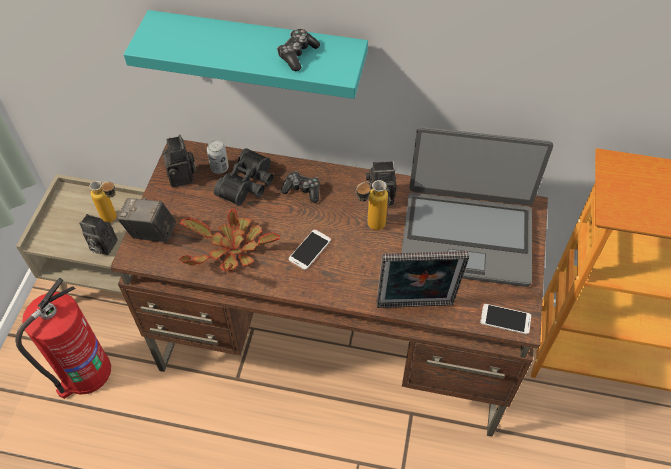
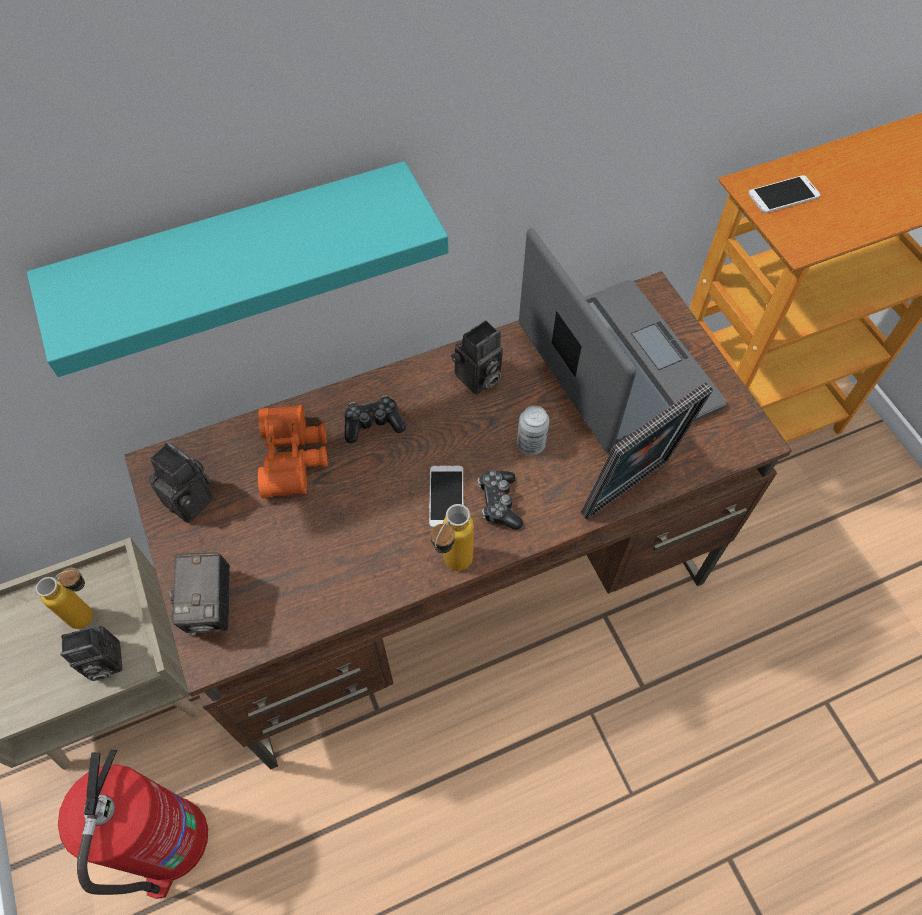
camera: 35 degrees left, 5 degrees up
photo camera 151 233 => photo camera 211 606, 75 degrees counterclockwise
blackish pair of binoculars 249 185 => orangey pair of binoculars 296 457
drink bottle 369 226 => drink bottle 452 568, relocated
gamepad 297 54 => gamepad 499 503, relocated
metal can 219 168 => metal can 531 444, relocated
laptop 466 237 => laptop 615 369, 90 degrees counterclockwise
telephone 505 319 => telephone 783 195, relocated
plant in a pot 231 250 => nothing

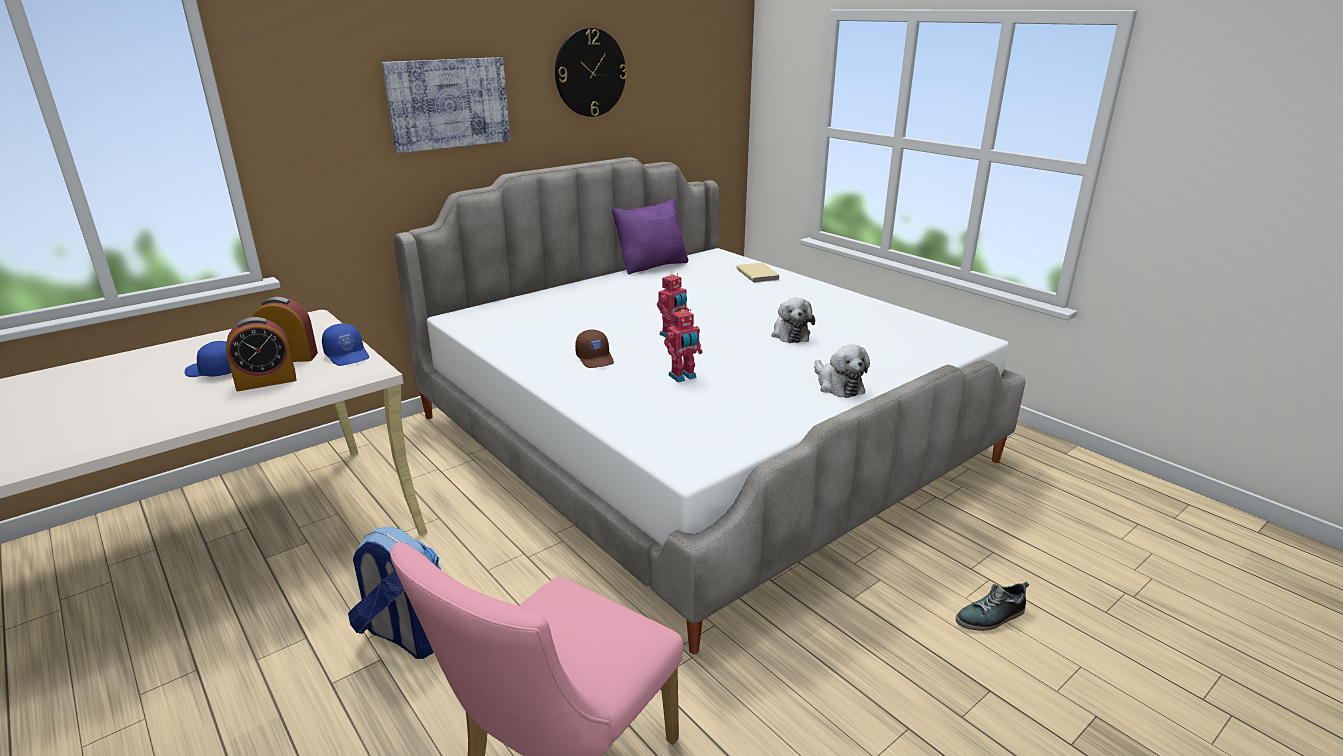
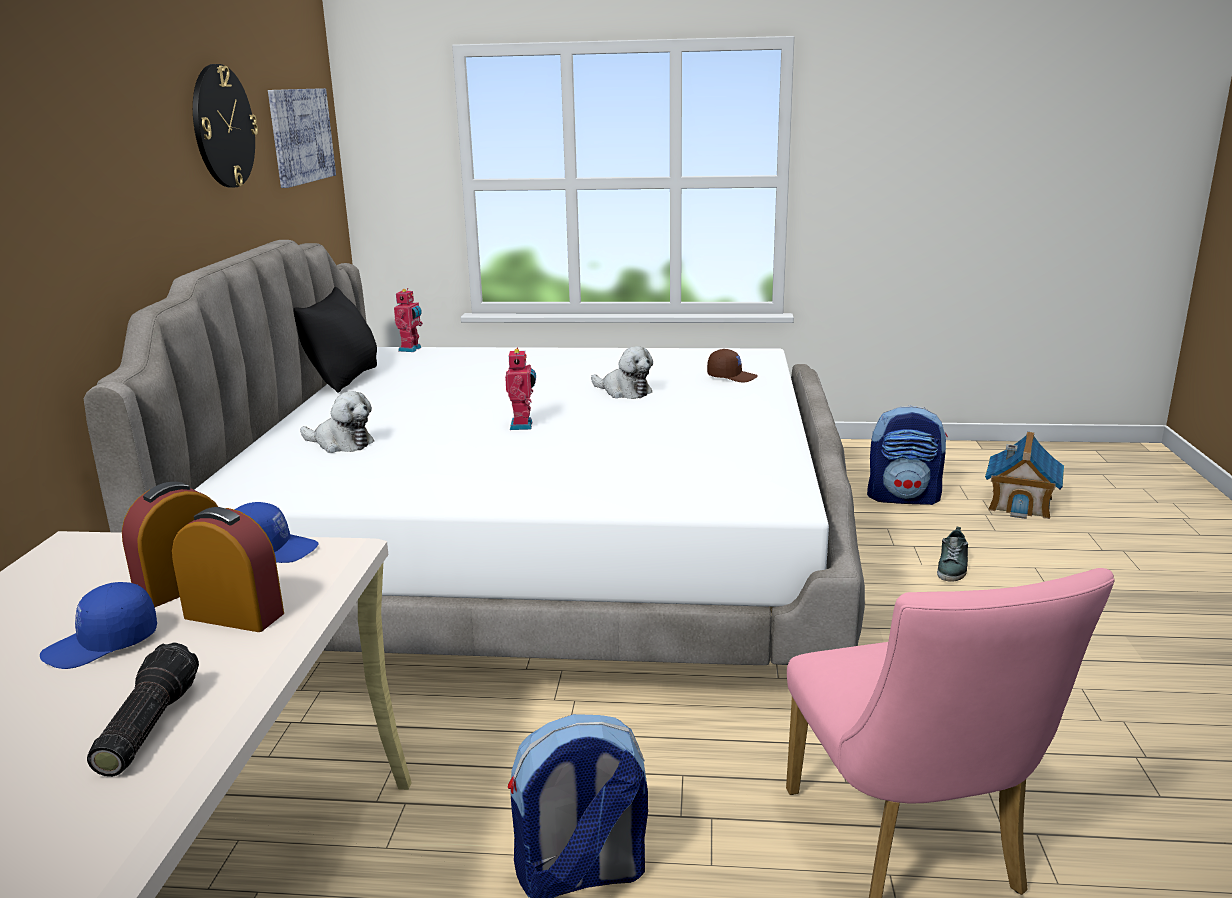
camera: 45 degrees left, 5 degrees down
nothing => torch 146 726
bedside clock 266 381 => bedside clock 234 615, 90 degrees counterclockwise
wall art 448 103 => wall art 301 136, relocated
purple pillow 652 266 => blackish pillow 344 379
cuddly toy 838 385 => cuddly toy 341 444, relocated
robot figure 683 377 => robot figure 411 349, relocated
brownish cap 595 358 => brownish cap 732 377, relocated
nothing => backpack 904 497
nothing => model house 1020 503
beige volume 758 274 => nothing

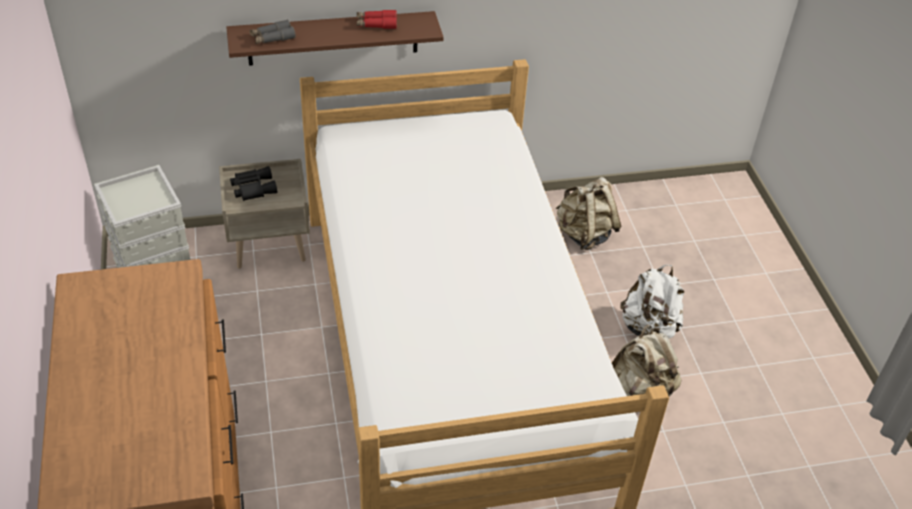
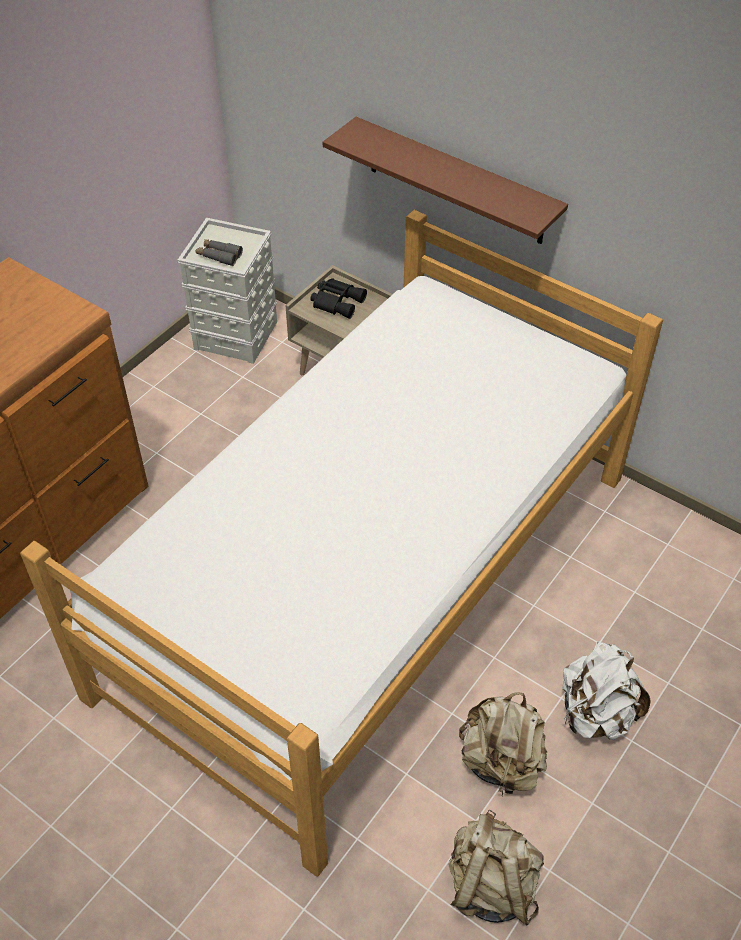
camera: 50 degrees right, 5 degrees up
grey pair of binoculars 272 38 => grey pair of binoculars 219 256, relocated
beige backpack 584 234 => beige backpack 491 884, relocated
red-coloured pair of binoculars 376 24 => nothing

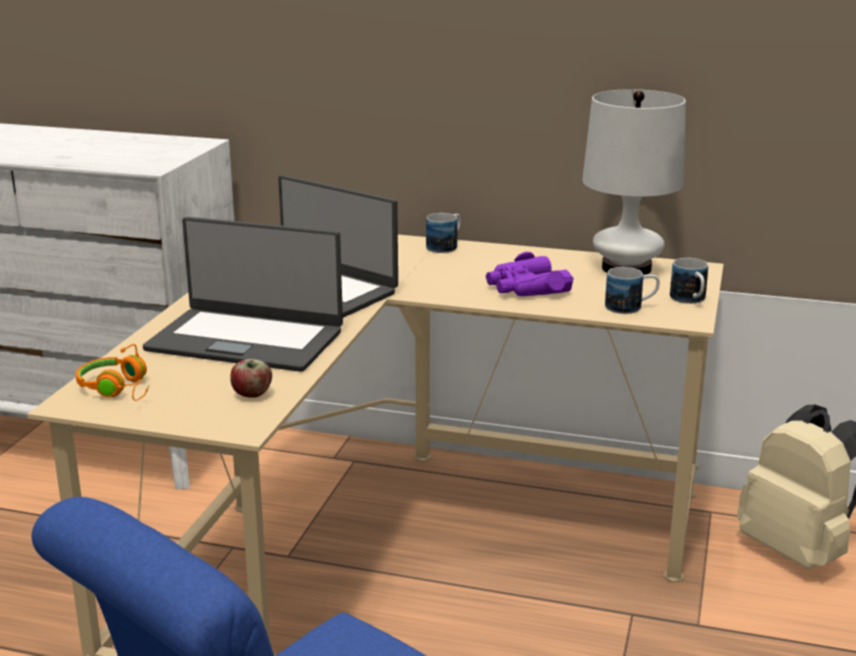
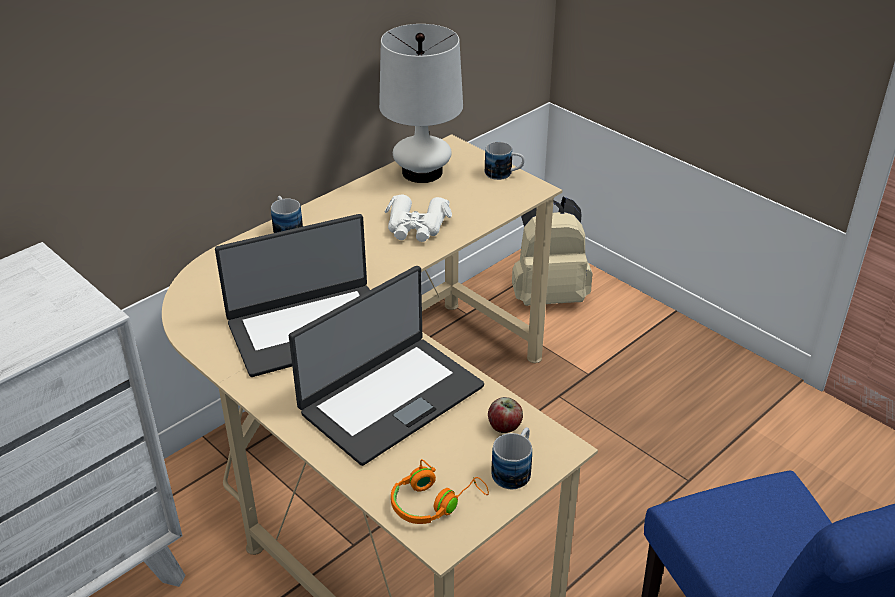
camera: 60 degrees left, 15 degrees up
purple pair of binoculars 526 288 => white pair of binoculars 416 227
mug 631 307 => mug 515 469, relocated

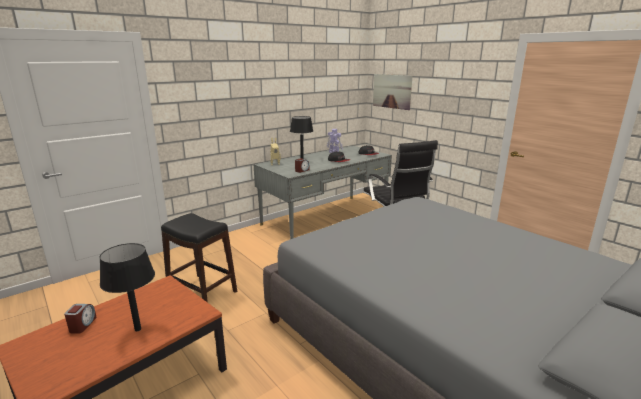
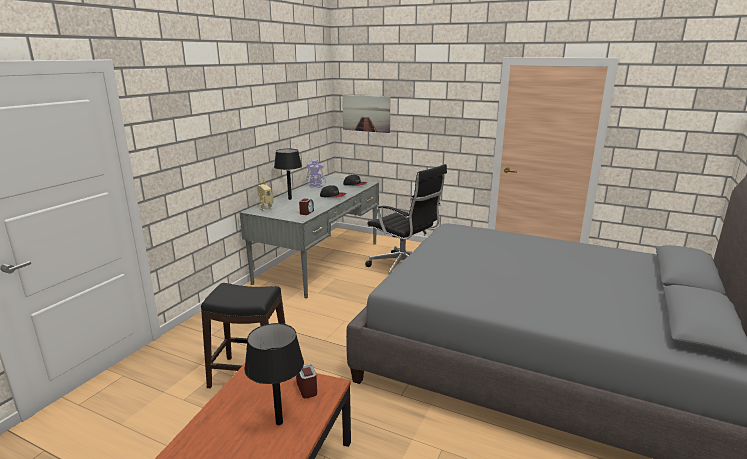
camera: 25 degrees left, 0 degrees up
bedside clock 82 325 => bedside clock 307 388, relocated

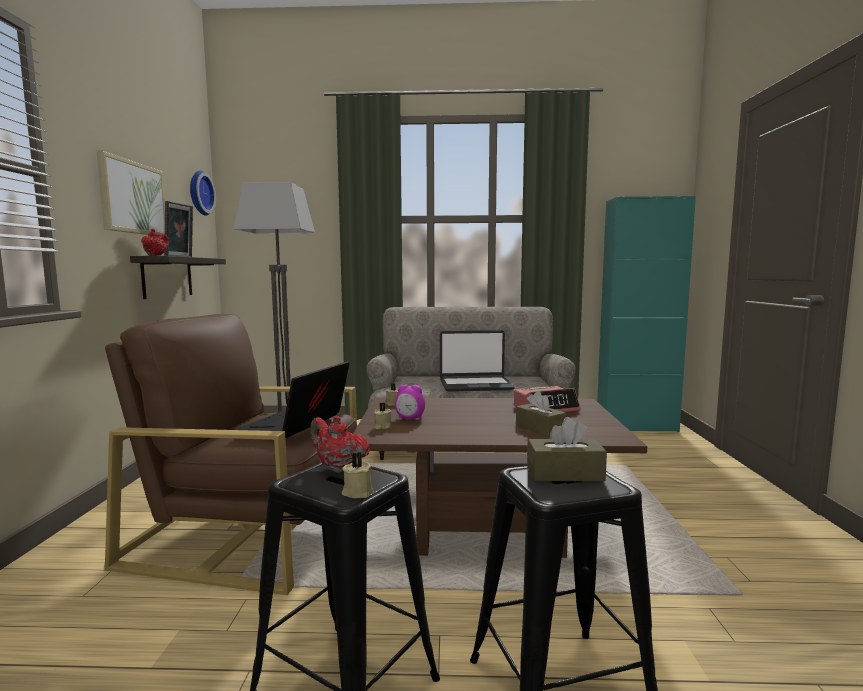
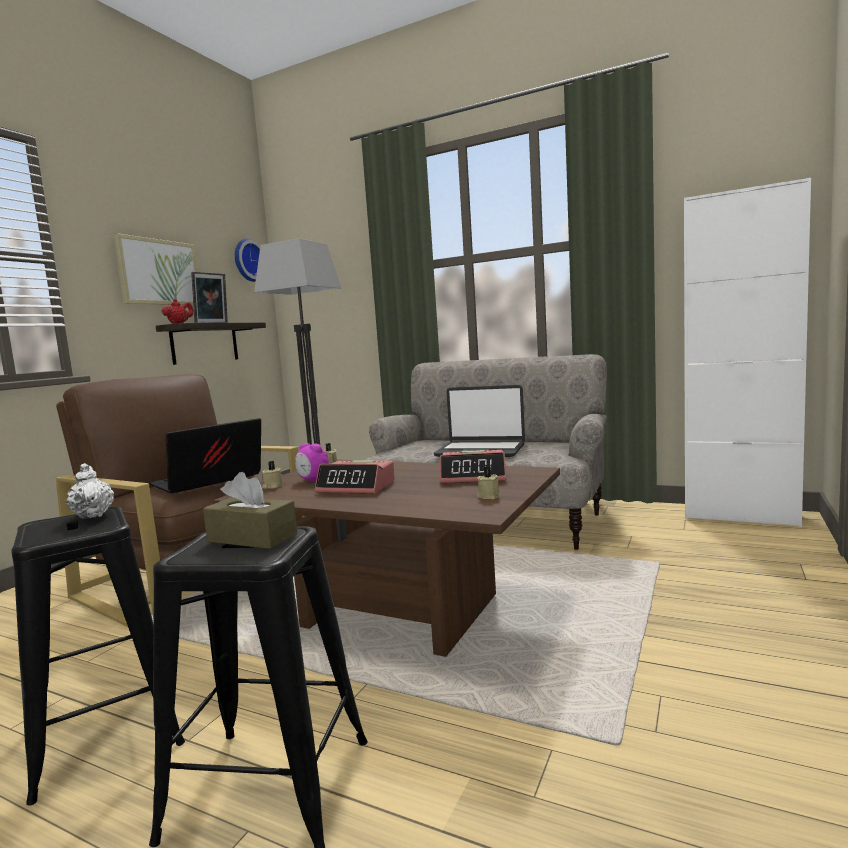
camera: 25 degrees right, 0 degrees up
red-coloured pot for tea 338 468 => white pot for tea 93 515
nothing => bedside clock 356 487
beige candle 357 492 => beige candle 489 496, relocated
blue-green cupboard 636 427 => white cupboard 740 516
brownish box of tissues 539 428 => nothing

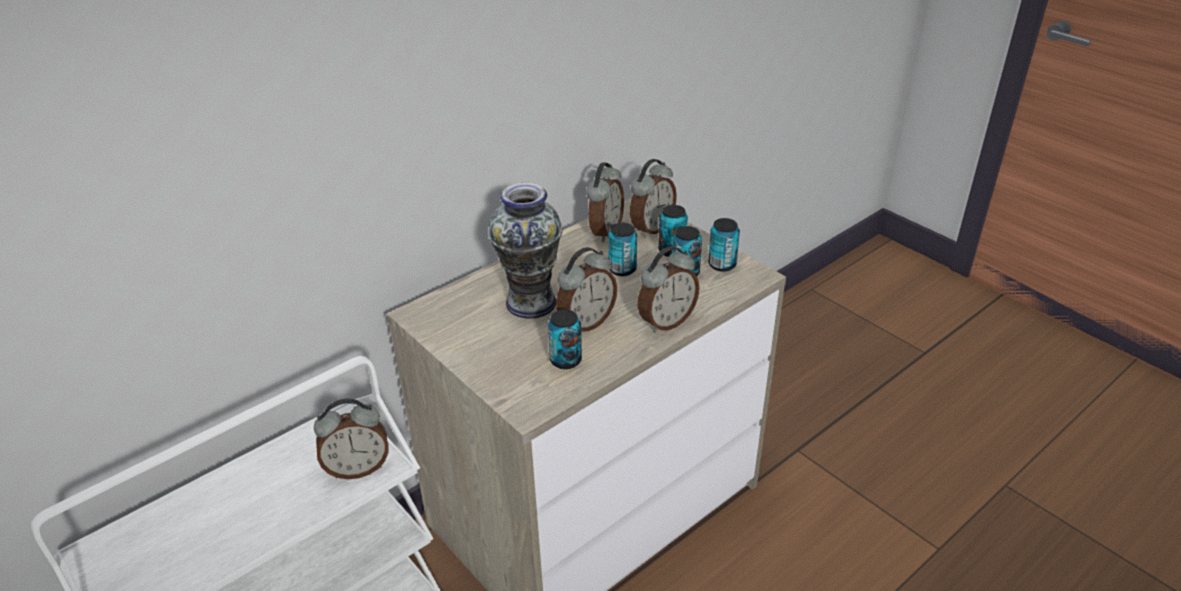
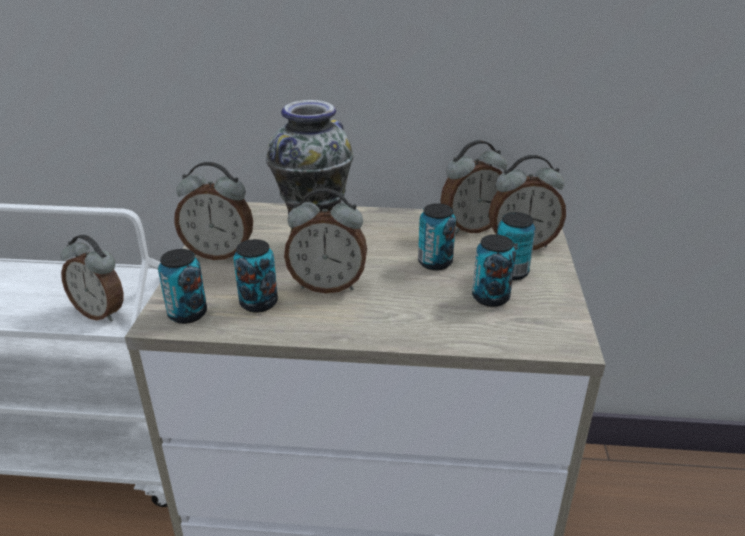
camera: 45 degrees right, 5 degrees down
metal can 722 264 => metal can 187 314, relocated
bedside clock 666 321 => bedside clock 219 253, relocated

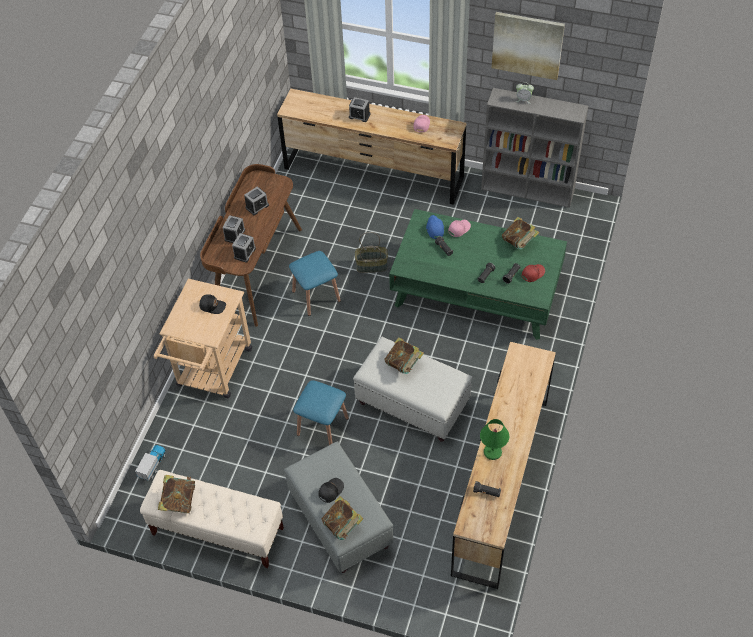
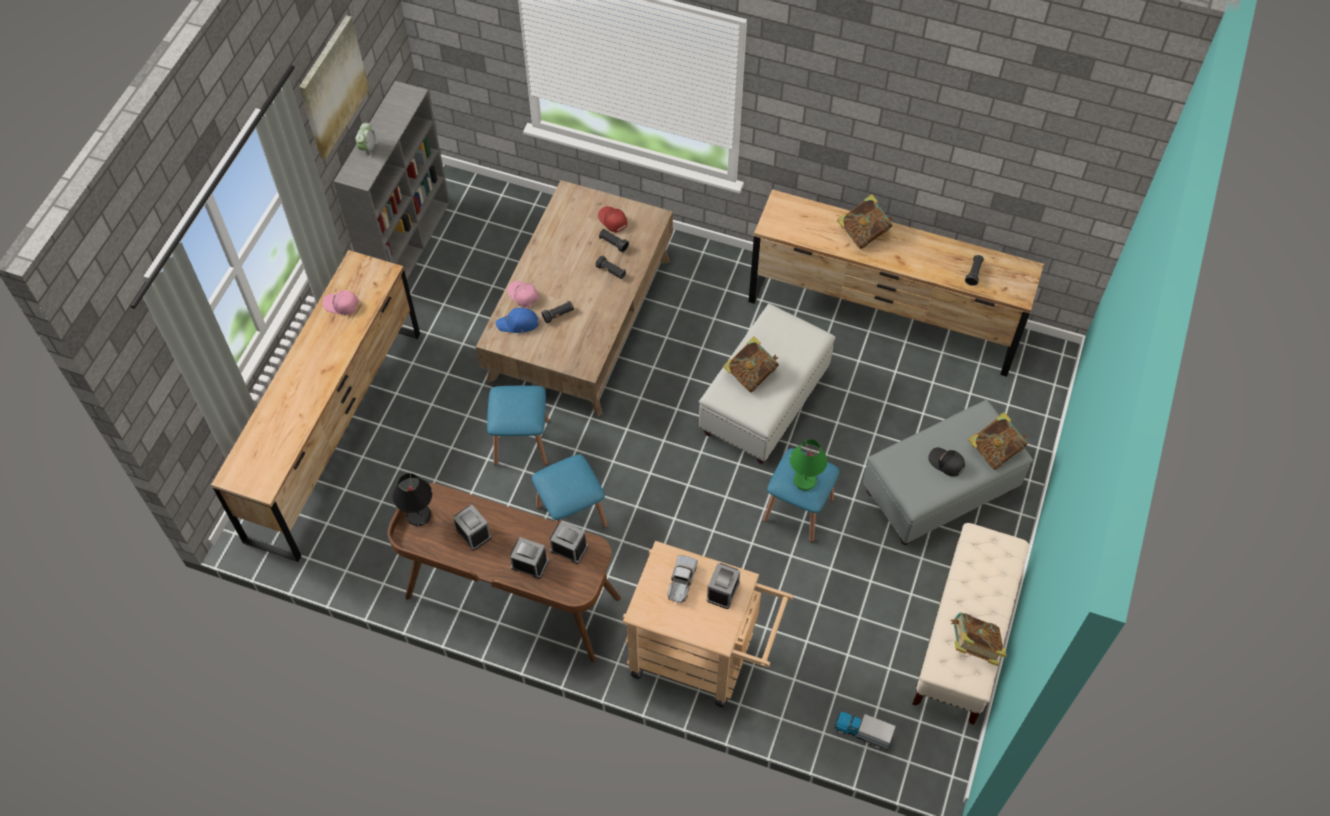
camera: 90 degrees left, 5 degrees up
nothing => blackish table lamp 418 516
greenish low table 476 289 => brownish low table 580 319
household basket 372 265 => blue-coloured sitting stool 521 442
blackish cap 212 306 => toy truck 681 582
bedside clock 359 115 => bedside clock 723 591, relocated
greenish table lamp 493 452 => greenish table lamp 805 480, relocated
volume 519 242 => volume 863 233, relocated

